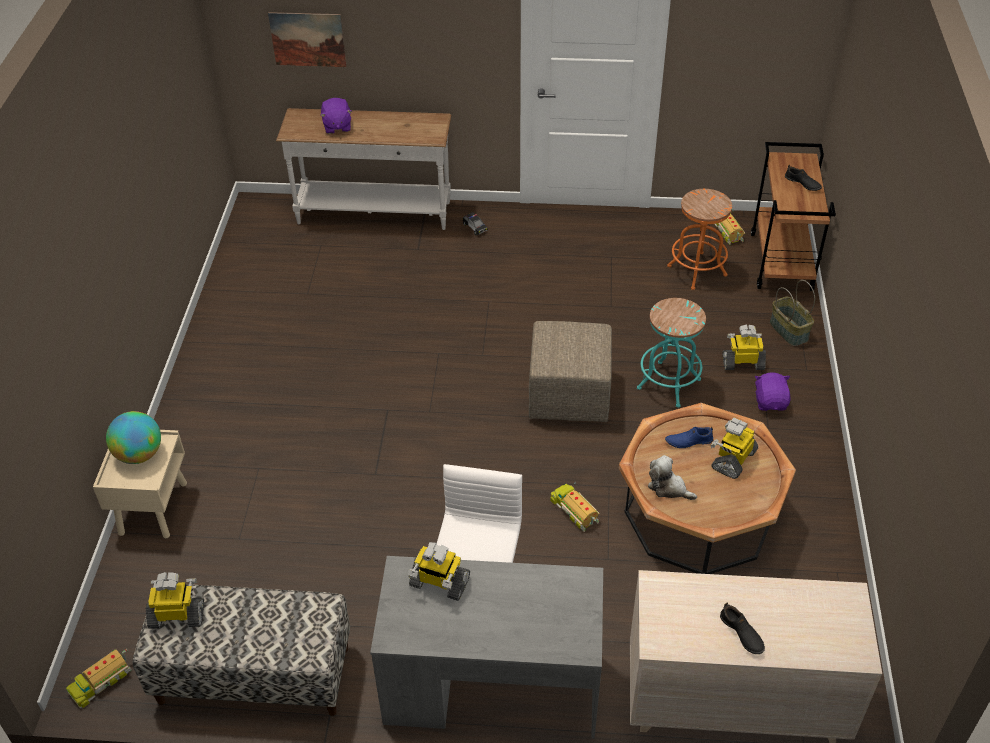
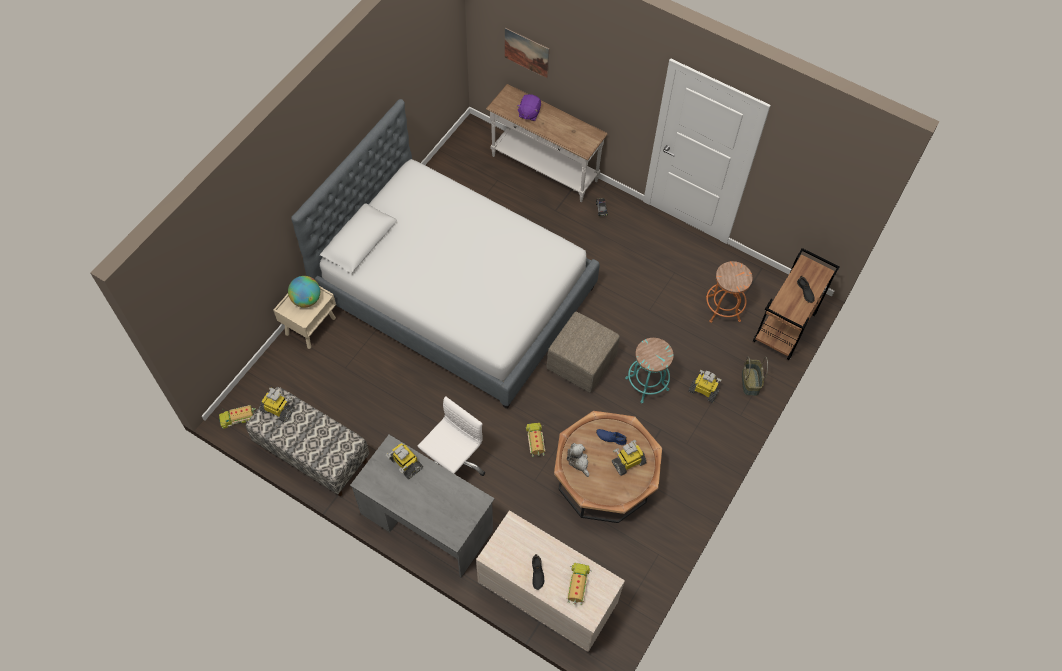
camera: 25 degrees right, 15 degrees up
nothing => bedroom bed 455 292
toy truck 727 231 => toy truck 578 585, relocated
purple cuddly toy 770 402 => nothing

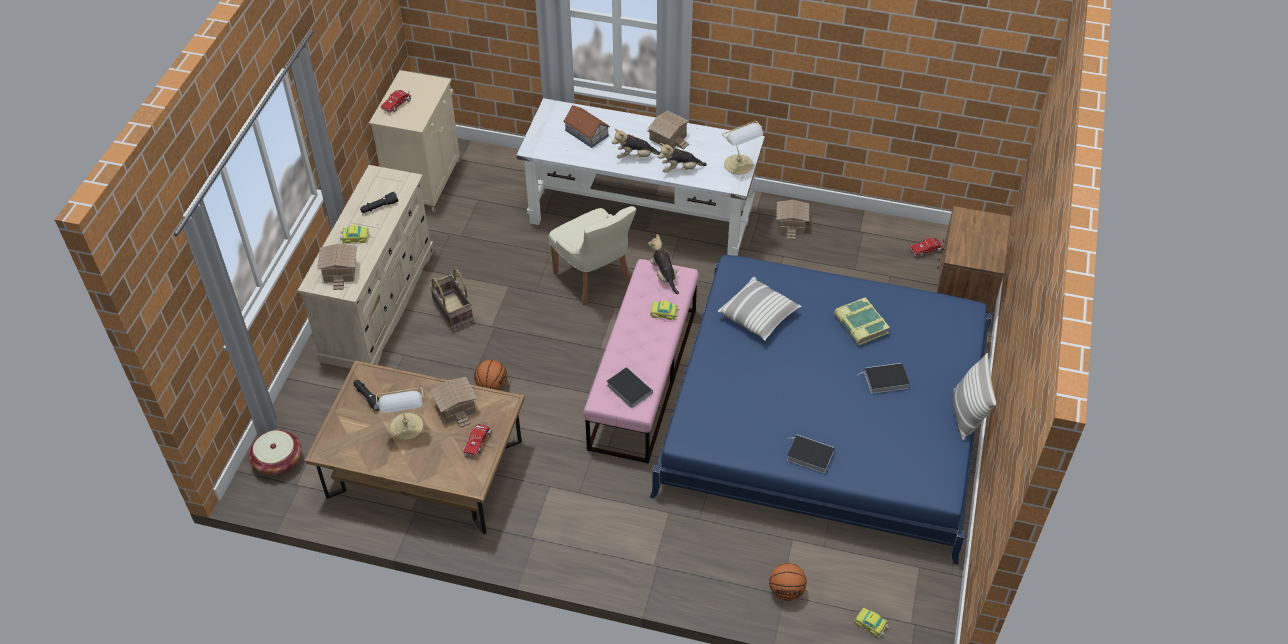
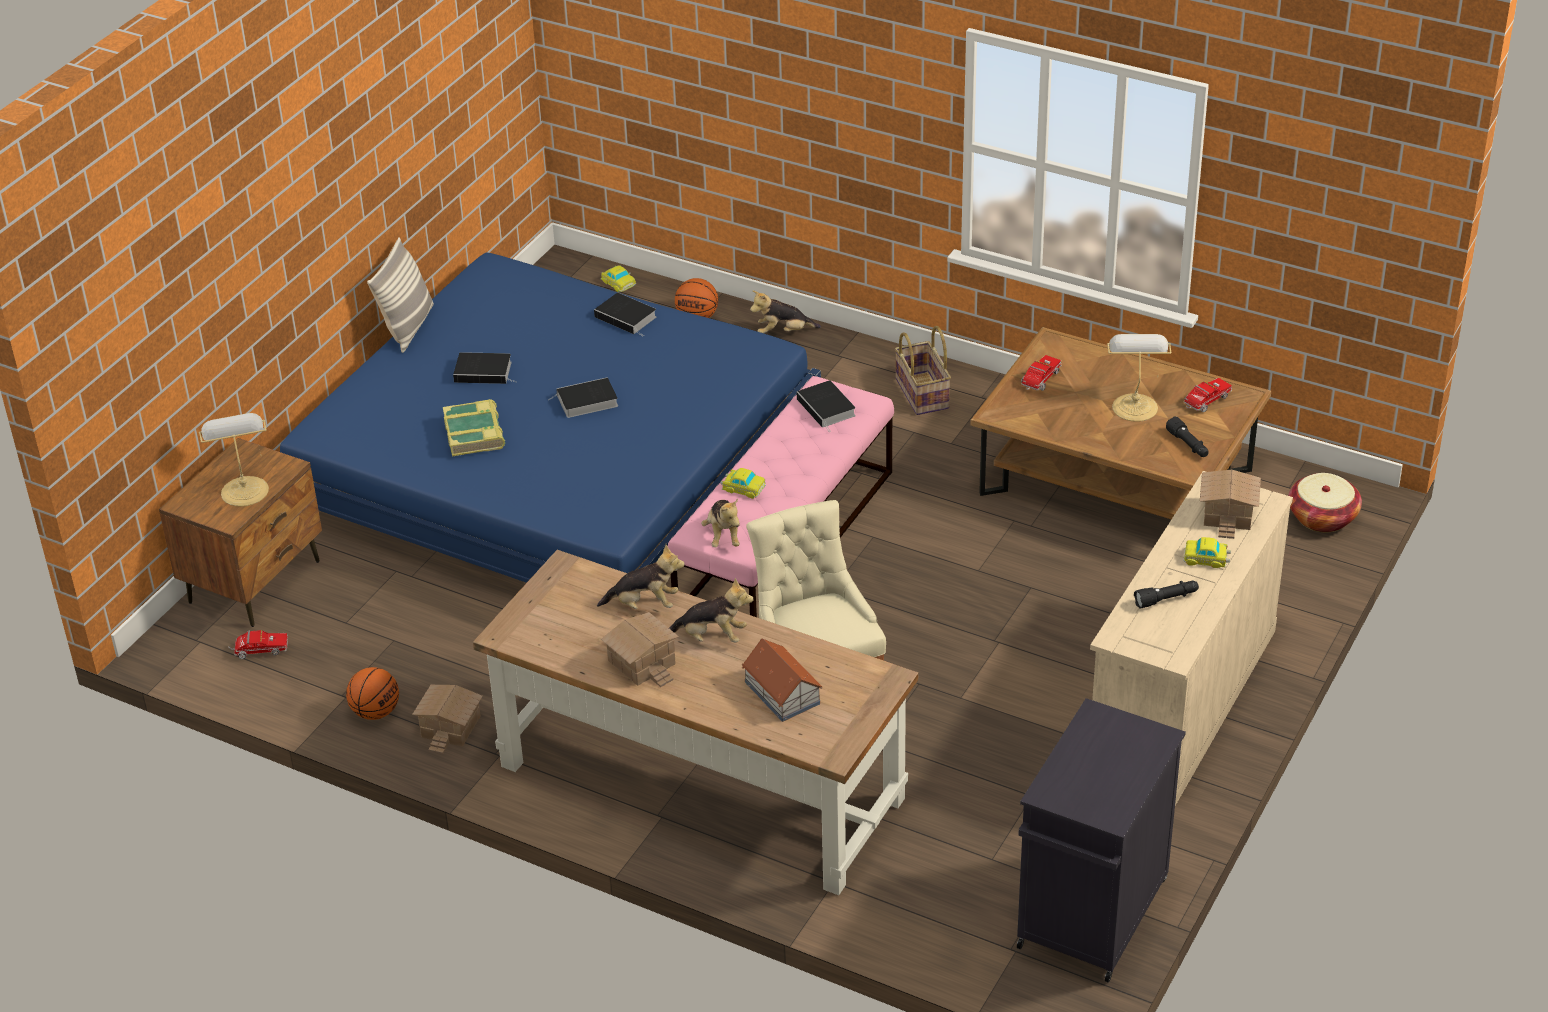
camera: 165 degrees left, 10 degrees down
table lamp 739 165 => table lamp 244 489, relocated
basketball ball 492 386 => basketball ball 375 712, relocated
white desk table 642 215 => brownish desk table 699 782
nothing => volume 585 402
nothing => cuddly toy 783 332
household basket 452 311 => household basket 923 393, relocated
beige cupboard 424 180 => blackish cupboard 1091 916
toy truck 397 104 => toy truck 1205 402, relocated
model house 454 407 => nothing
pillow 758 316 => nothing

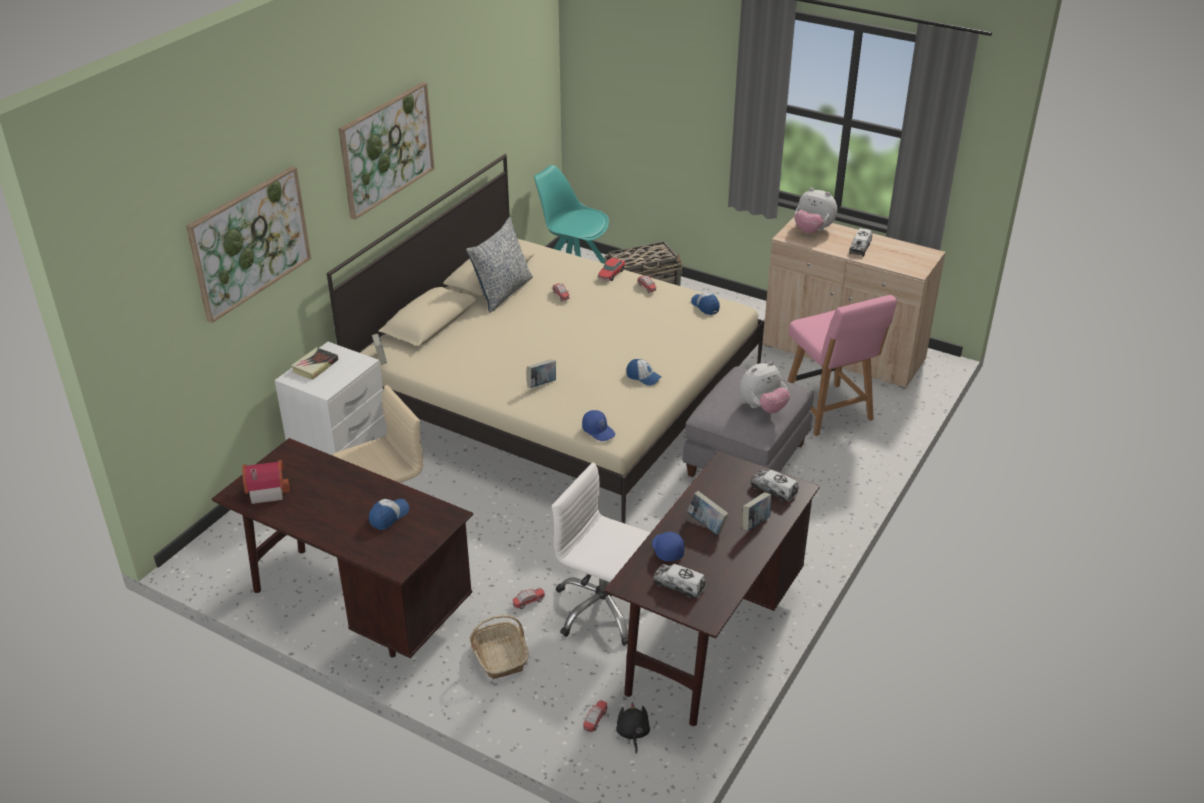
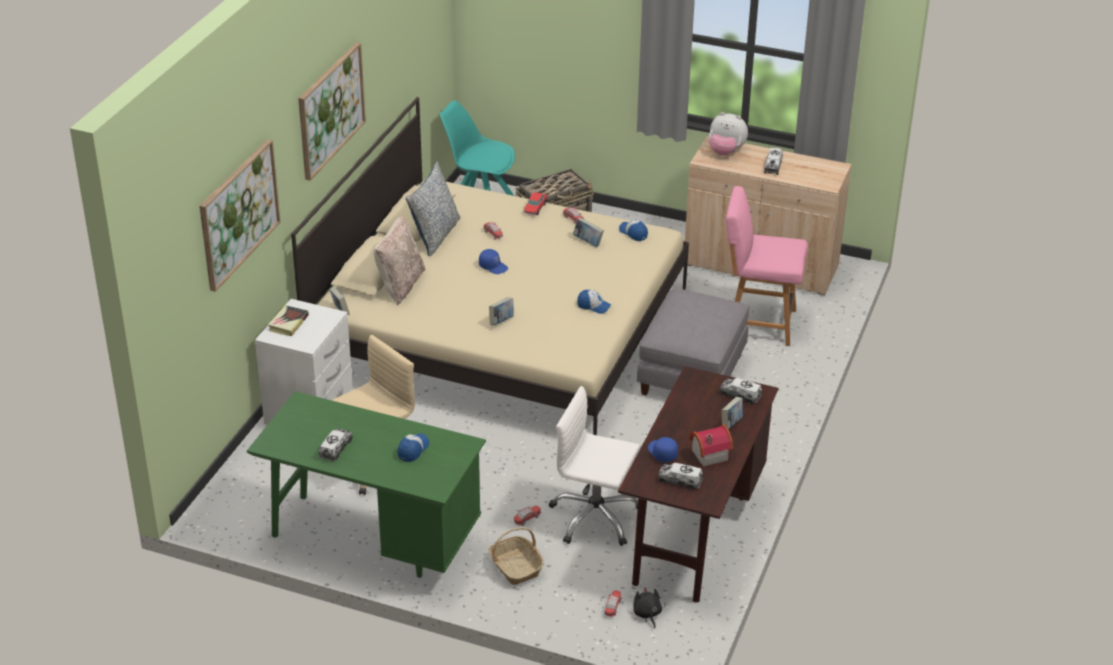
camera: 10 degrees left, 0 degrees up
brownish desk table 357 607 => greenish desk table 372 539
nothing => toy truck 336 449
nothing => beige pillow 400 285
blue-coloured cap 599 431 => blue-coloured cap 493 266, relocated
volume 706 525 => volume 588 242, relocated
model house 266 490 => model house 707 454, relocated
pinkish plain chair 828 411 => pinkish plain chair 758 323, 135 degrees clockwise
cuddly toy 762 408 => nothing

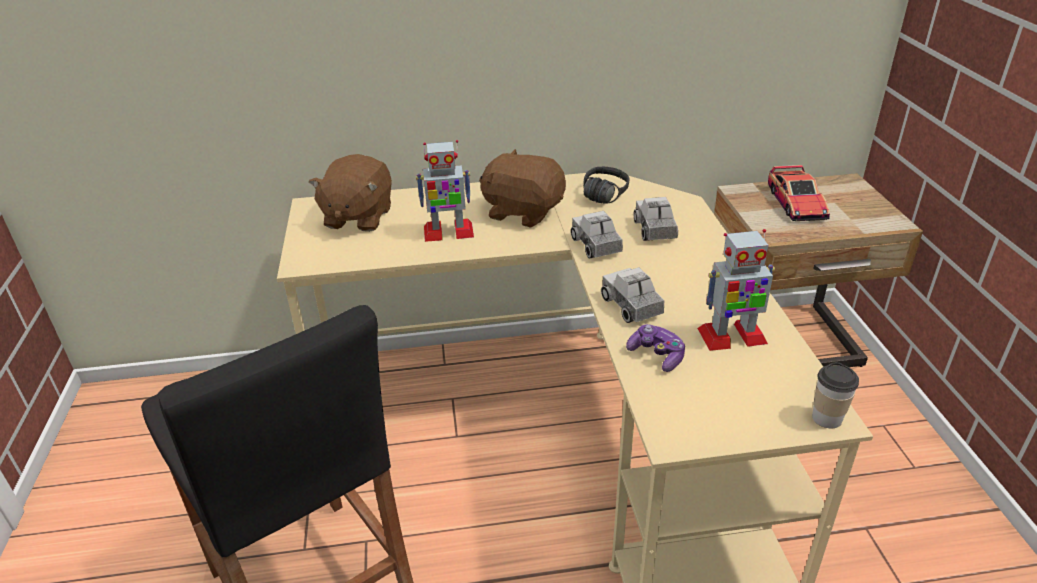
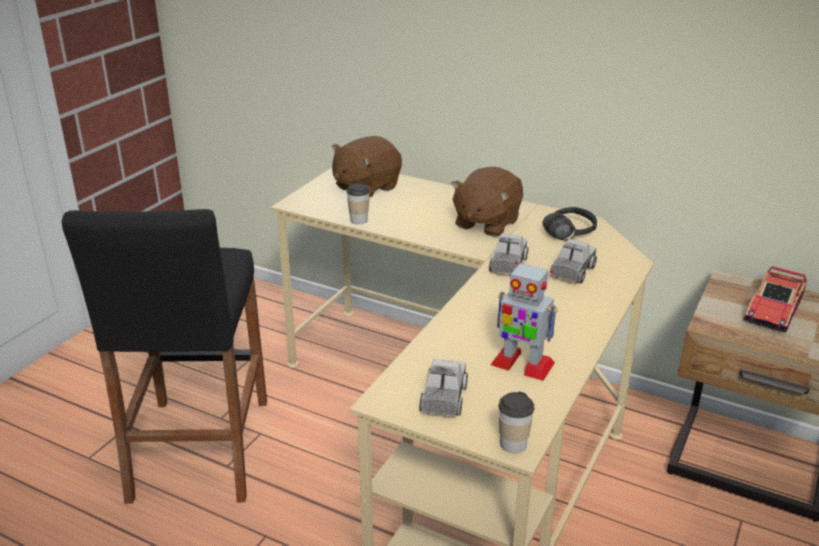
camera: 35 degrees right, 5 degrees down
nothing => cup 359 220
toy truck 631 306 => toy truck 443 399, relocated
brownish cuddly toy 523 212 => brownish cuddly toy 486 223, 120 degrees counterclockwise
robot figure 448 232 => nothing
gamepad 656 355 => nothing

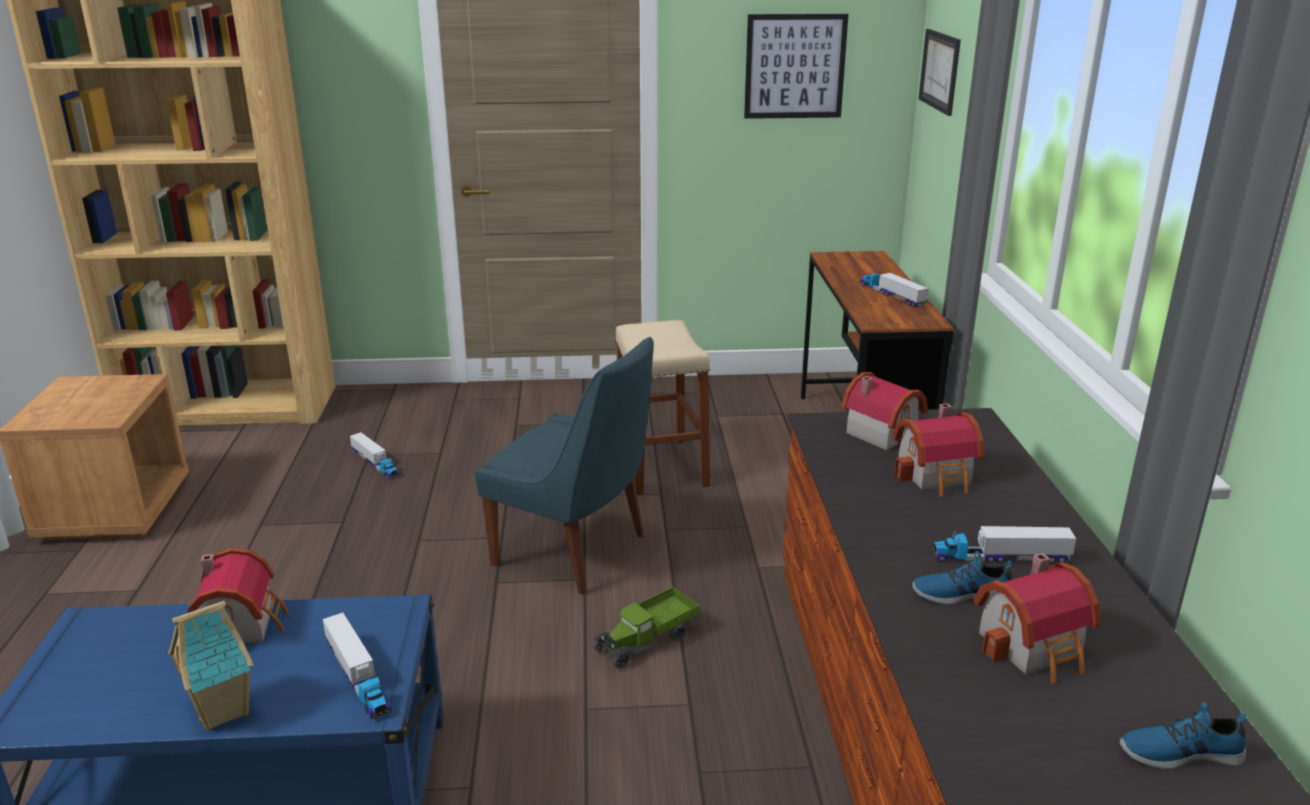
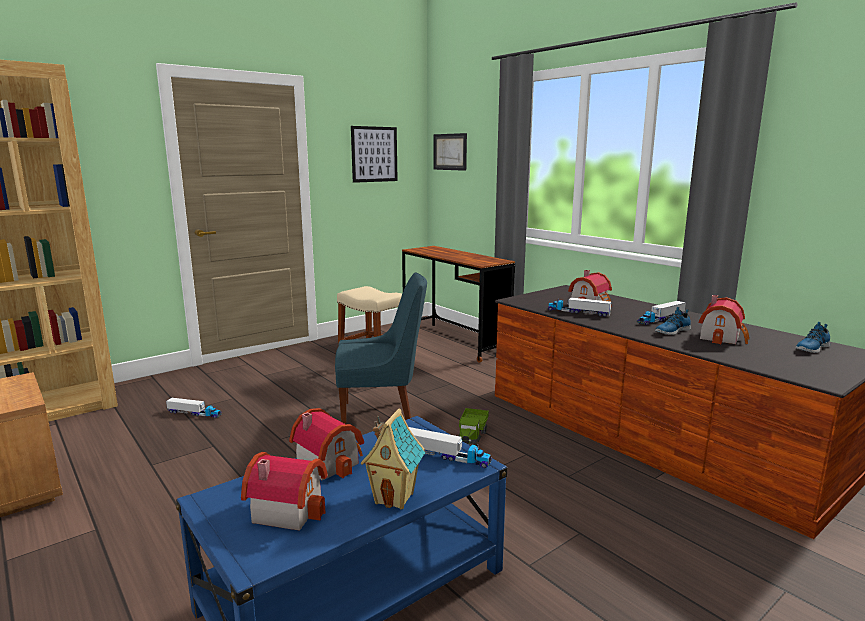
camera: 35 degrees left, 10 degrees down
model house 882 432 => model house 288 508, relocated
toy truck 891 295 => toy truck 578 312, relocated

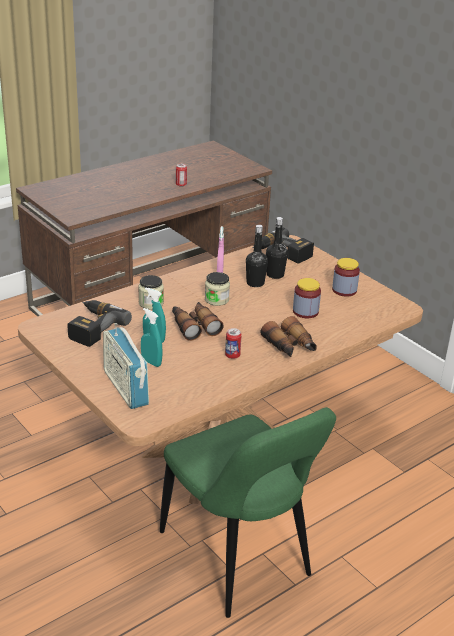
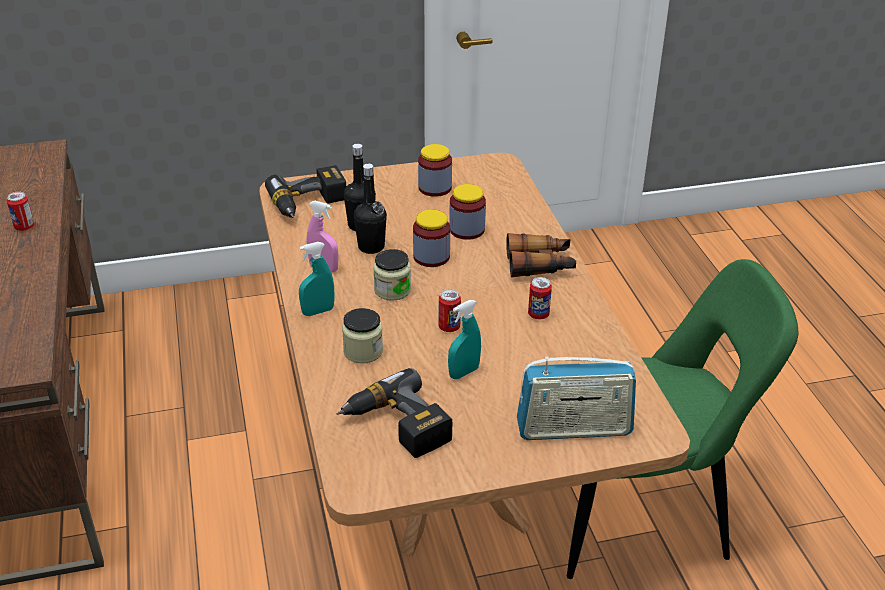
camera: 65 degrees left, 5 degrees up
blue-green sprayer 151 362 => blue-green sprayer 318 311, relocated
nothing => jar 431 257
pair of binoculars 194 326 => metal can 449 327

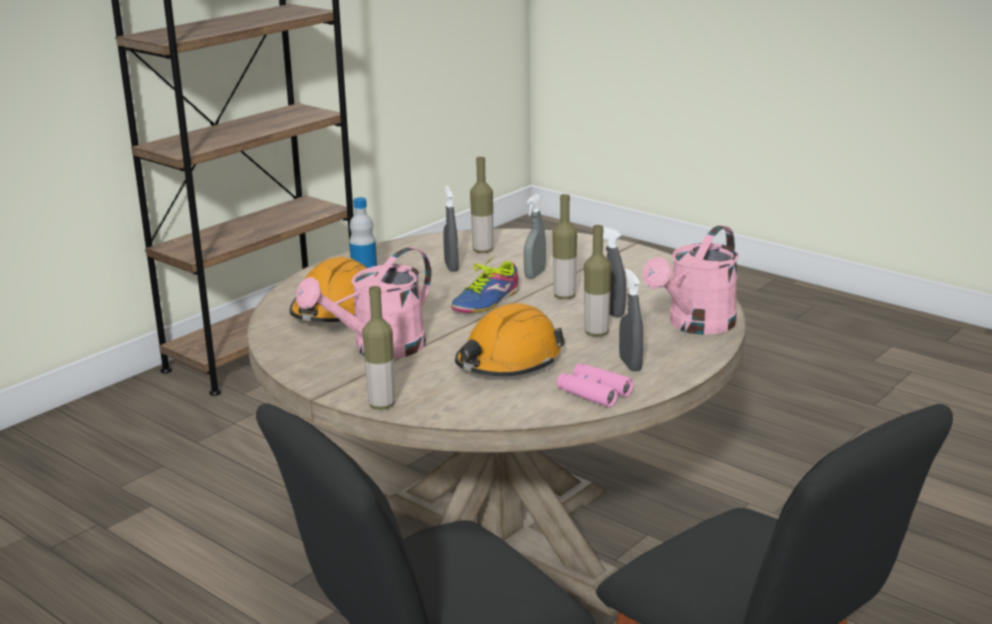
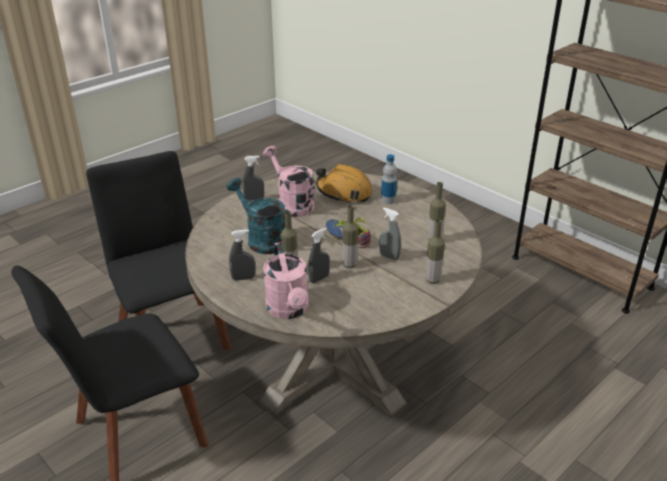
camera: 95 degrees right, 10 degrees up
orangey safety helmet 508 362 => blue-green watering can 262 239
grey sprayer 451 267 => grey sprayer 254 199, relocated
pinkish watering can 695 325 => pinkish watering can 289 310, 150 degrees counterclockwise
drink bottle 382 405 => drink bottle 432 280, relocated
pinkish pair of binoculars 594 392 => nothing

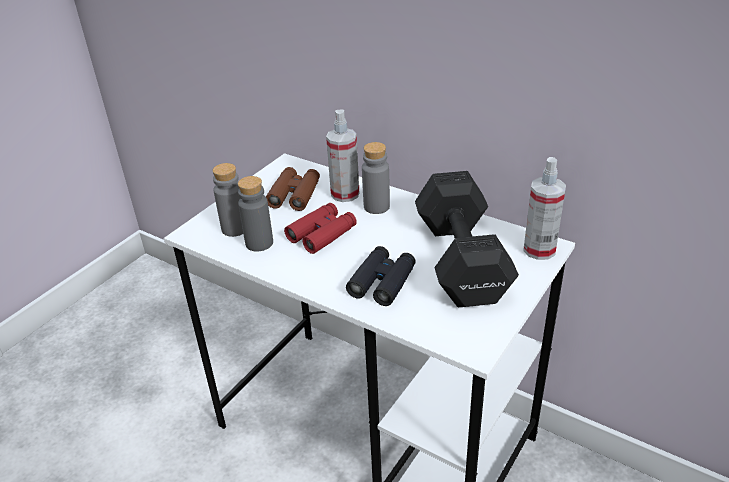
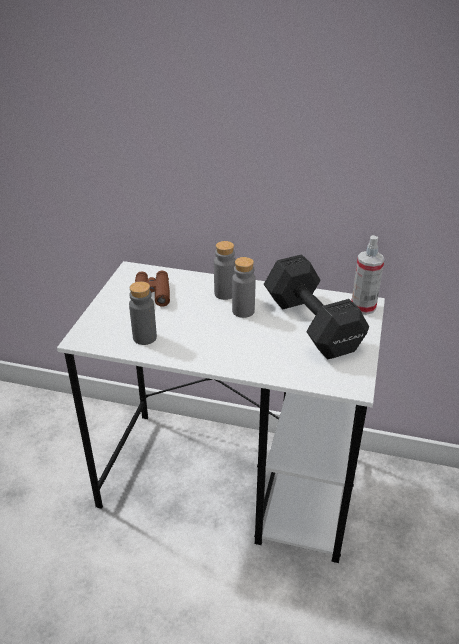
camera: 20 degrees left, 0 degrees up
grey drink bottle 235 229 => grey drink bottle 243 311, relocated
red-coloured pair of binoculars 322 234 => nothing
sprayer 345 194 => nothing
blackish pair of binoculars 382 282 => nothing

